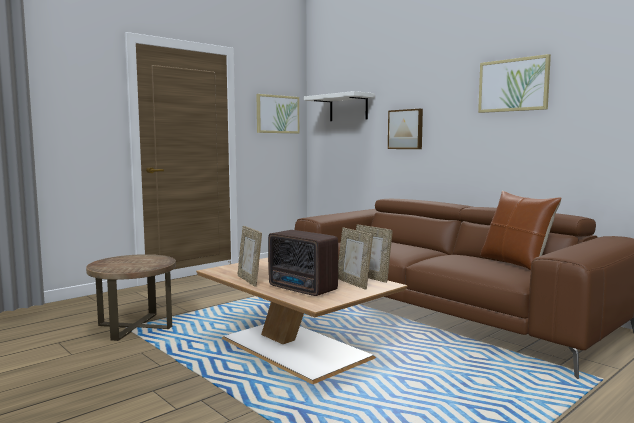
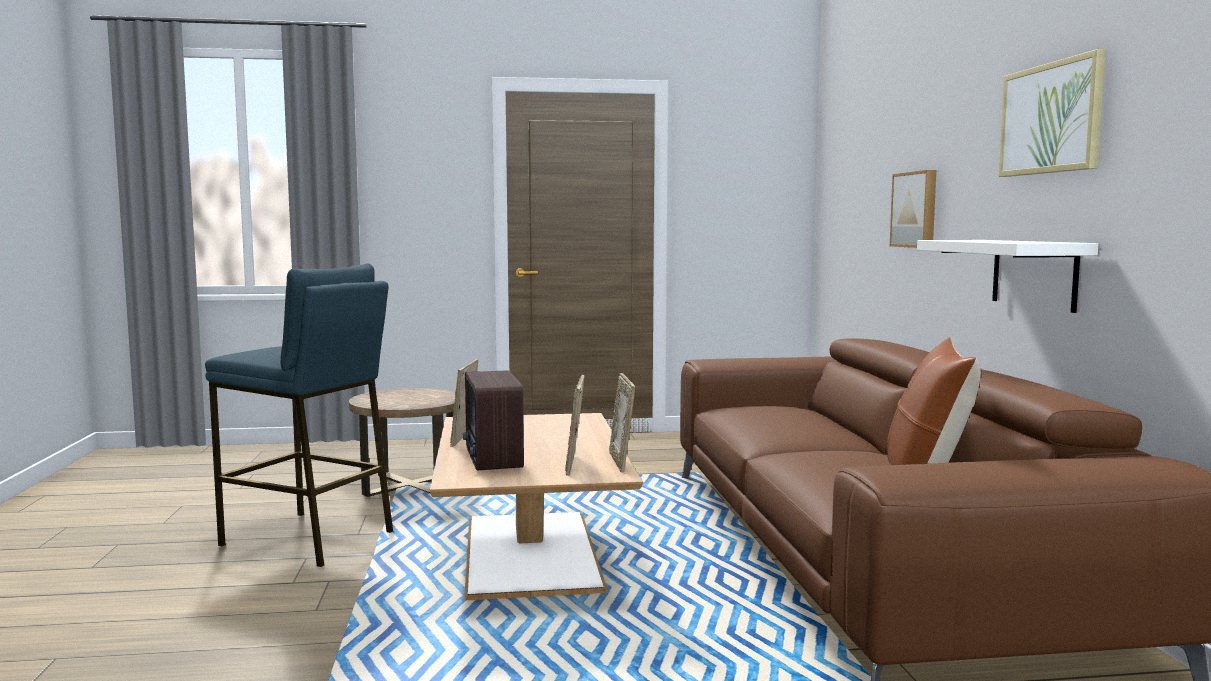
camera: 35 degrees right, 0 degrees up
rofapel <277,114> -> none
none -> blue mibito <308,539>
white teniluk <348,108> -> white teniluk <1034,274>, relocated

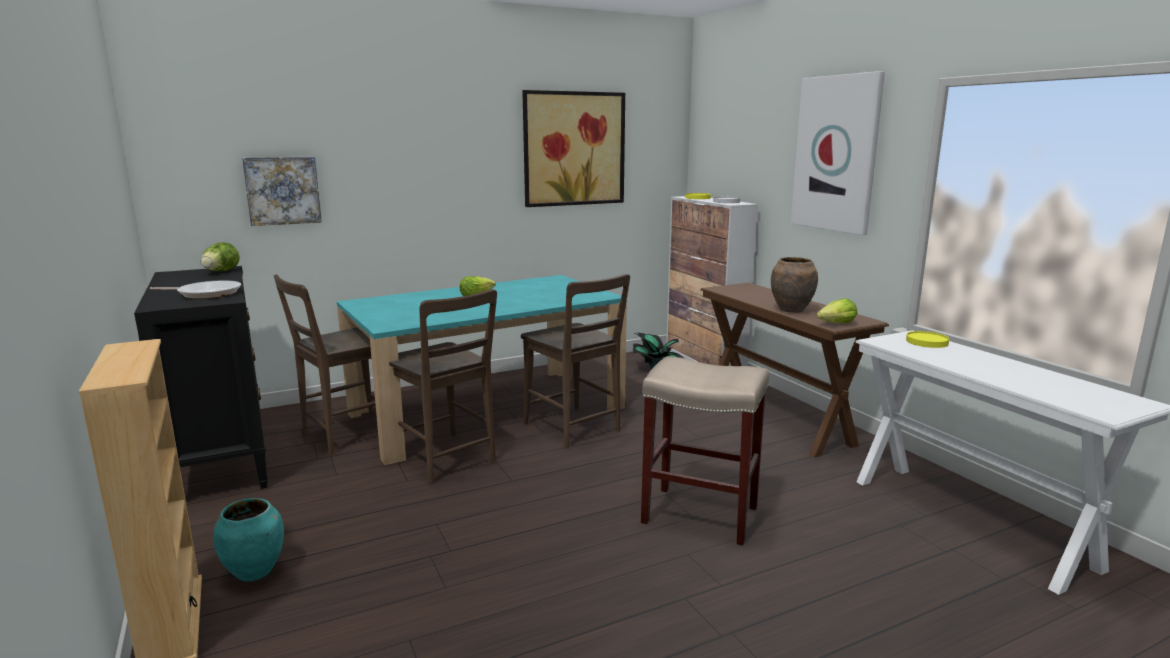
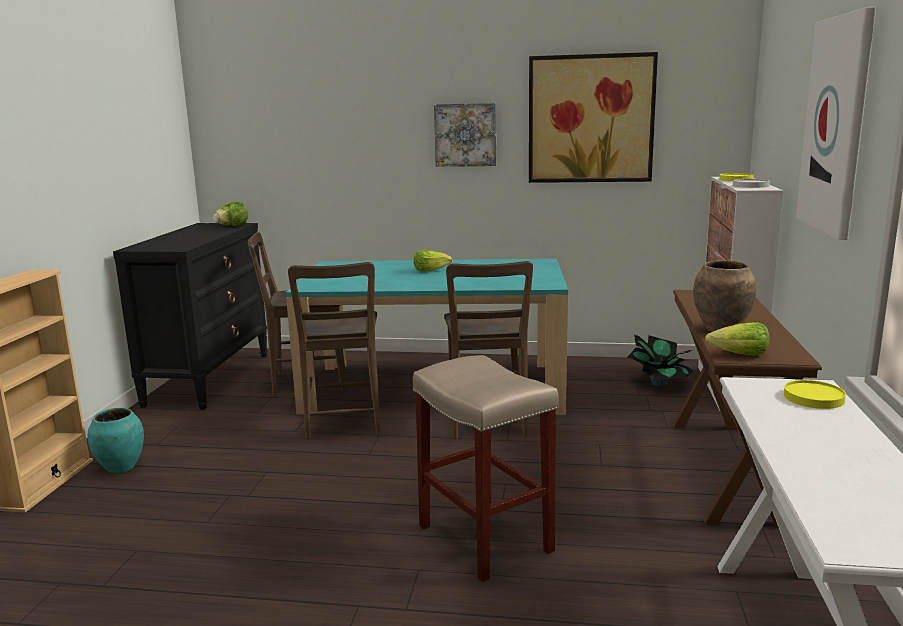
camera: 35 degrees right, 0 degrees up
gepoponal <206,293> -> none
rofapel <282,190> -> rofapel <465,135>, relocated

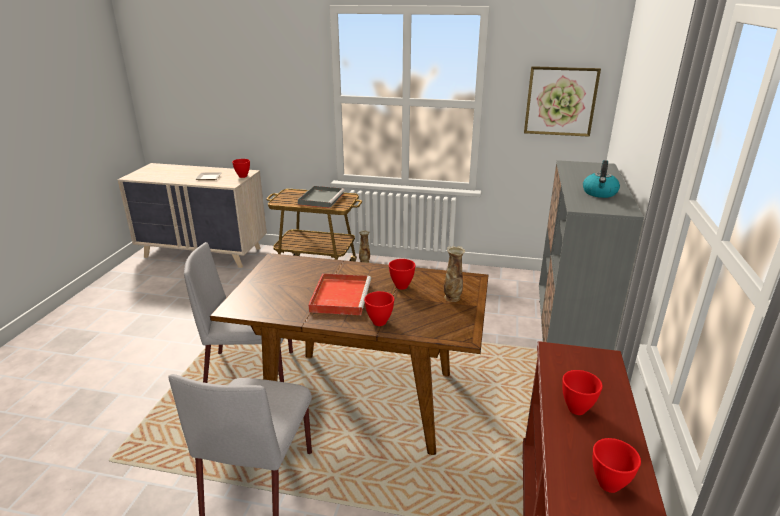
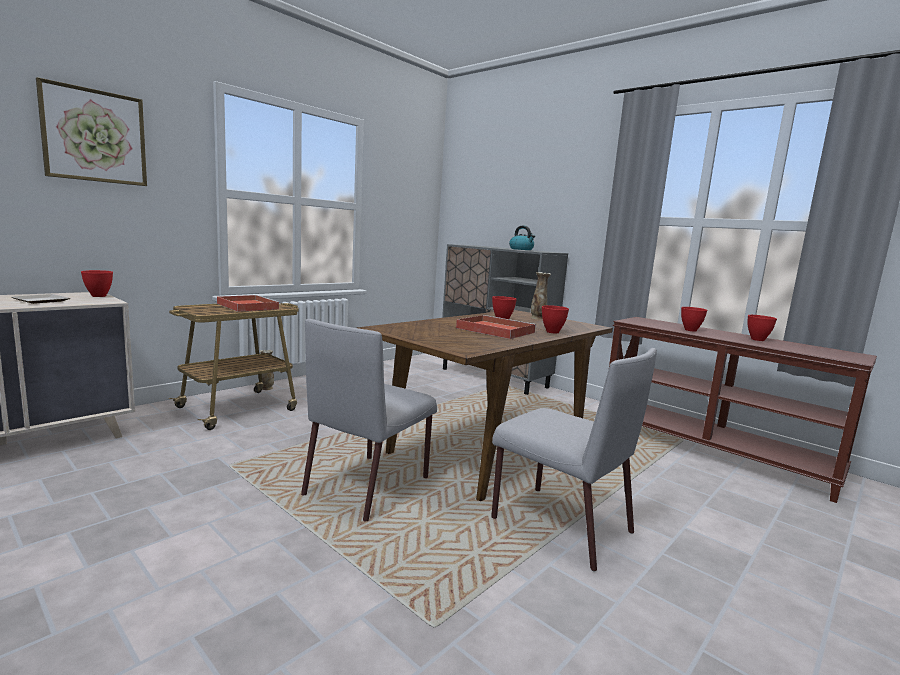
camera: 60 degrees left, 15 degrees down
rofapel <560,101> -> rofapel <95,136>, relocated
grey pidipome <321,198> -> red pidipome <247,306>

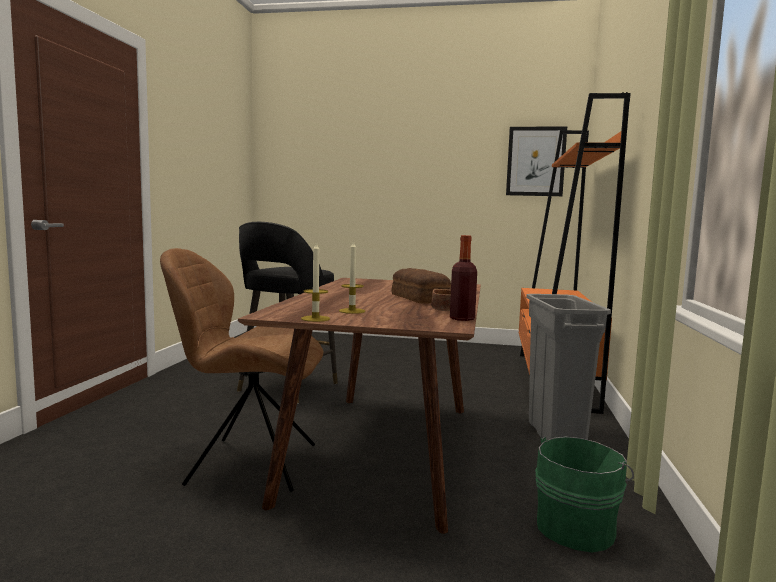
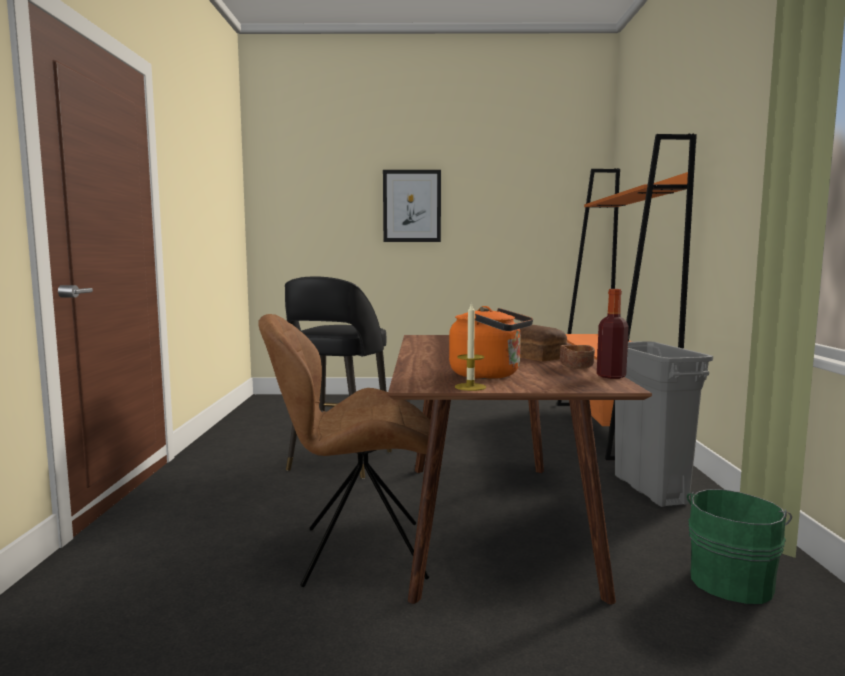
camera: 10 degrees left, 0 degrees up
rofapel <535,161> -> rofapel <412,206>, relocated
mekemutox <352,311> -> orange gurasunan <489,375>

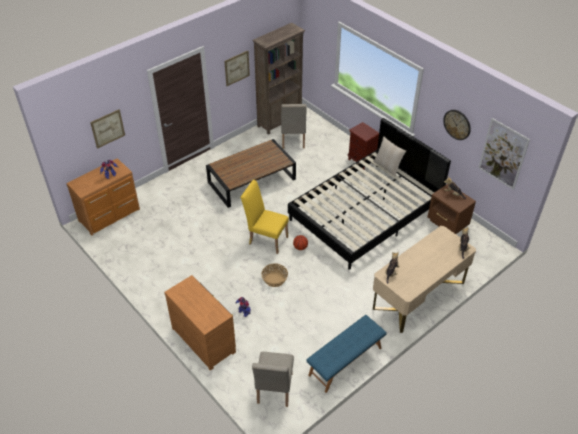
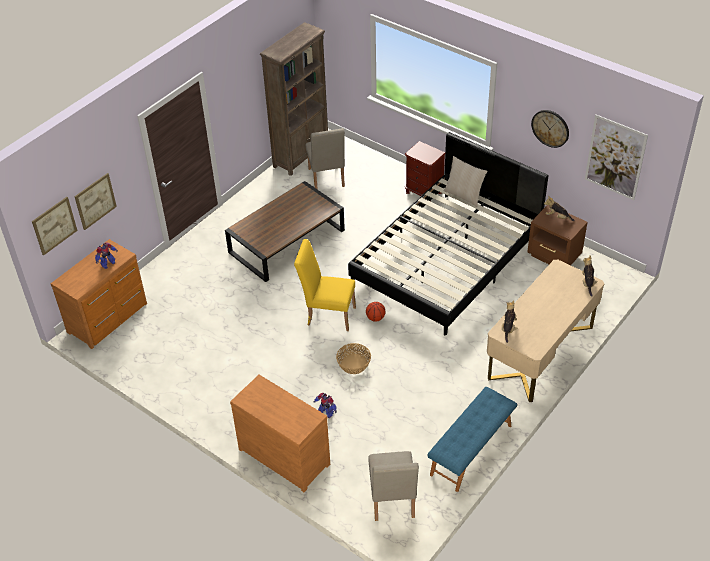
camera: 10 degrees left, 0 degrees up
rofapel <237,68> -> rofapel <54,225>, relocated

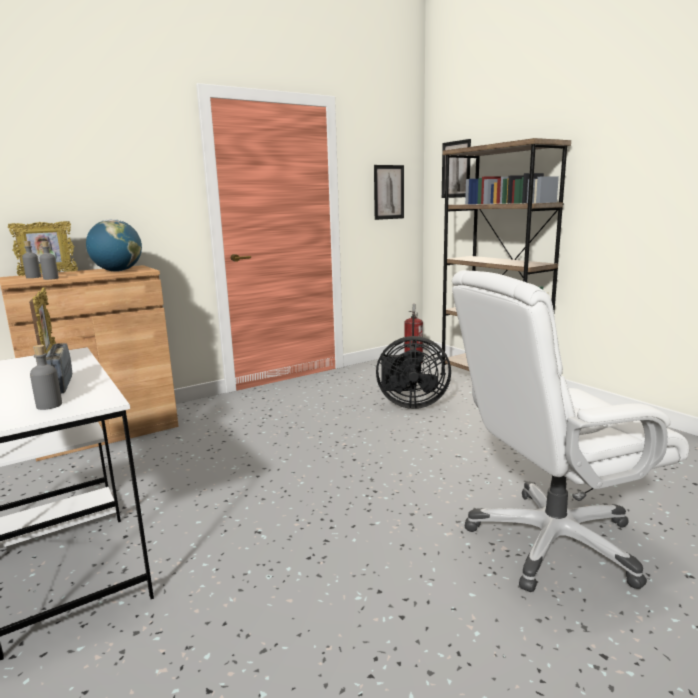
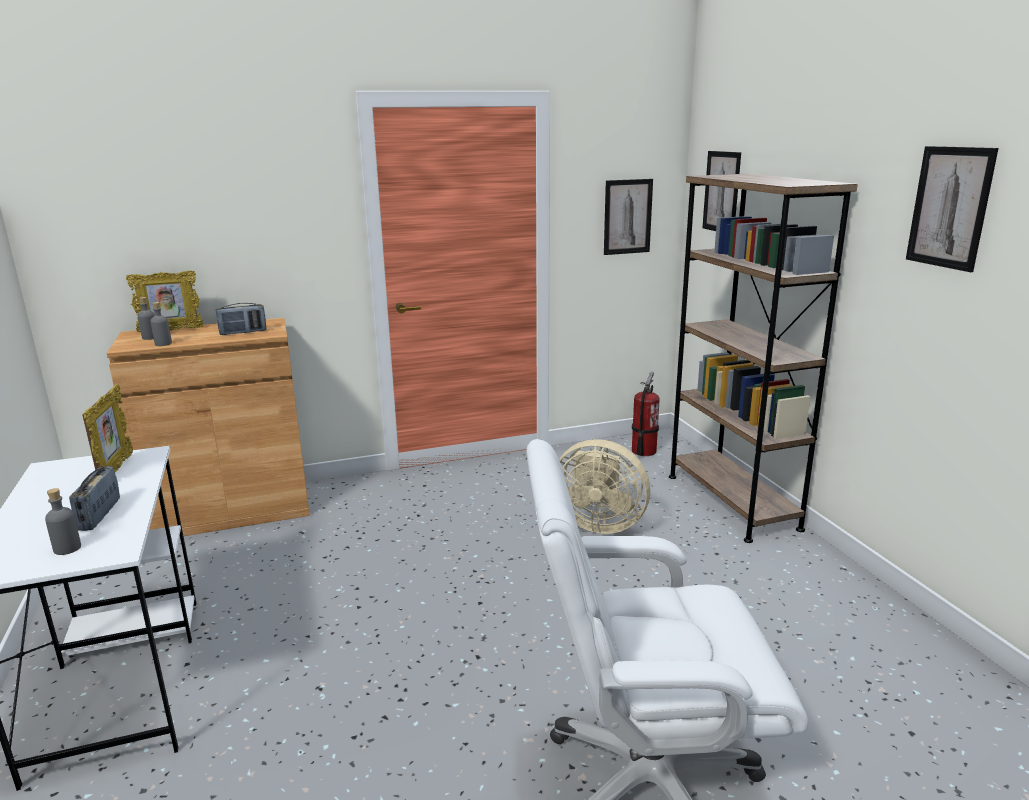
camera: 15 degrees right, 5 degrees up
none -> rofapel <949,207>
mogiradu <118,271> -> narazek <243,332>
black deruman <410,404> -> beige deruman <598,523>

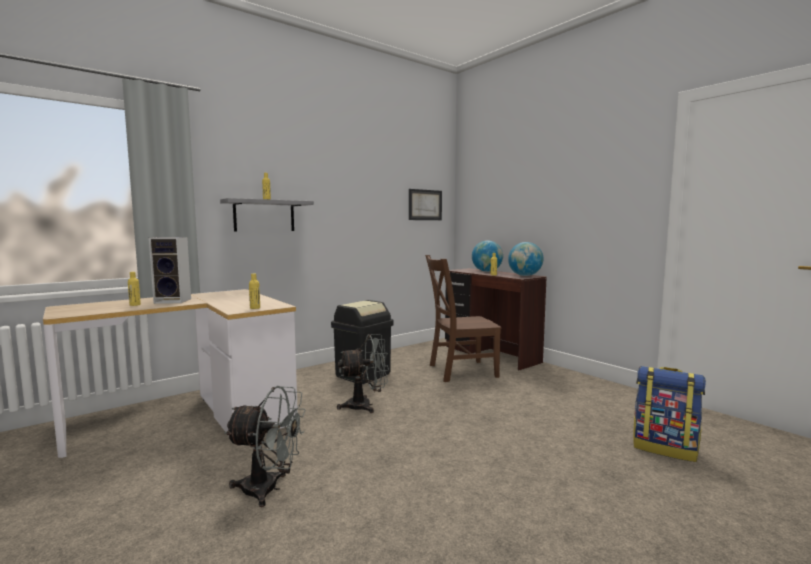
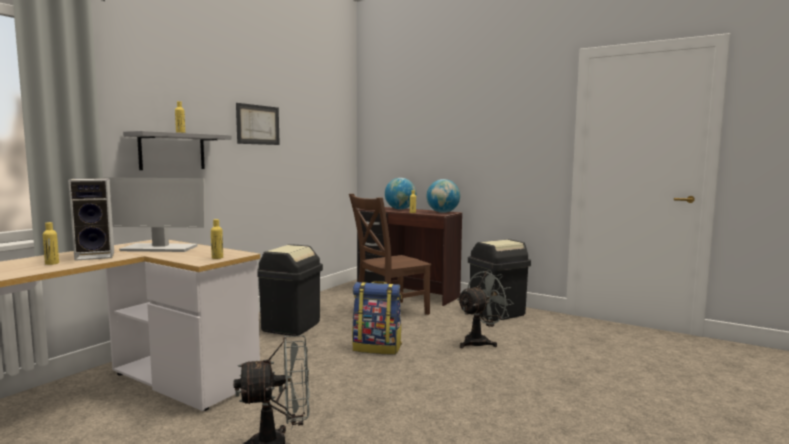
camera: 20 degrees left, 0 degrees up
none -> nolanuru <158,248>
none -> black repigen <497,313>
grey deruman <365,405> -> grey deruman <480,341>, relocated
rofapel <425,205> -> rofapel <258,124>, relocated
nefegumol <665,448> -> nefegumol <377,348>, relocated

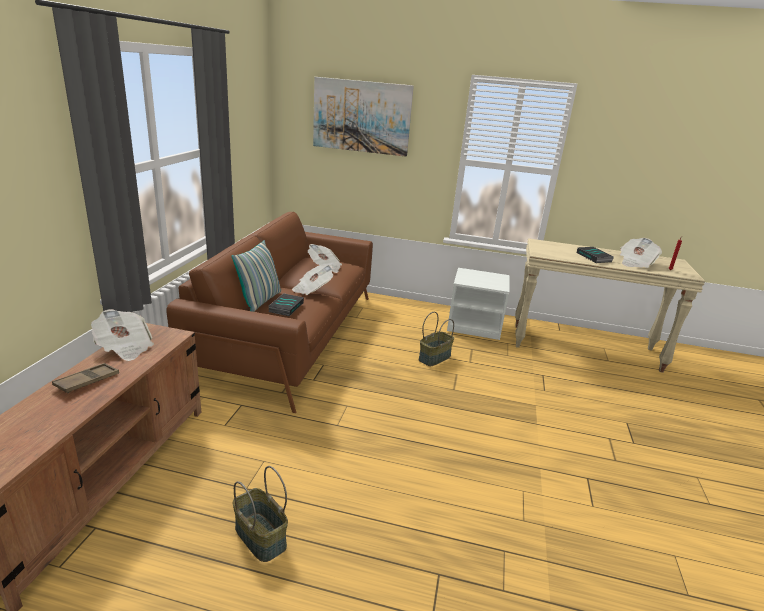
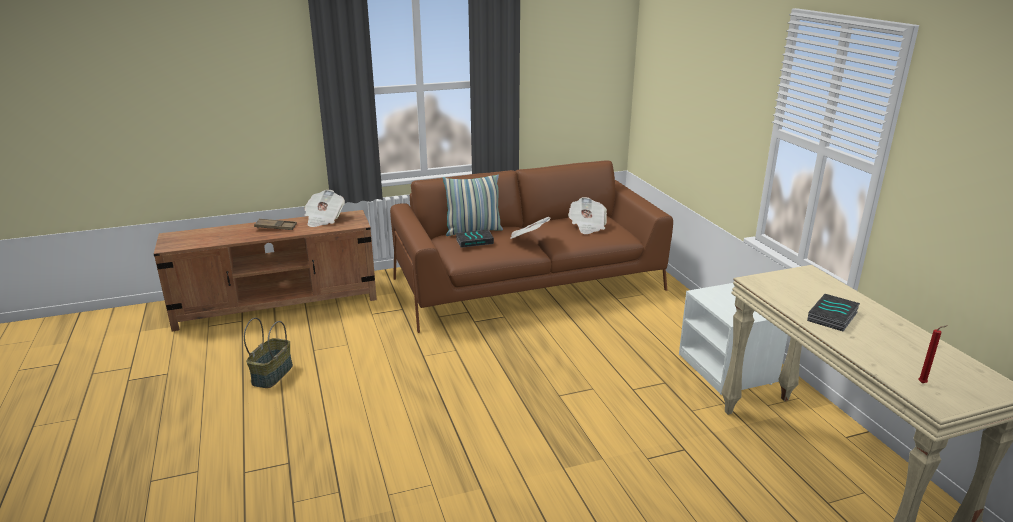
camera: 60 degrees right, 0 degrees up
rofapel <361,116> -> none
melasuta <434,357> -> none
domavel <635,263> -> none

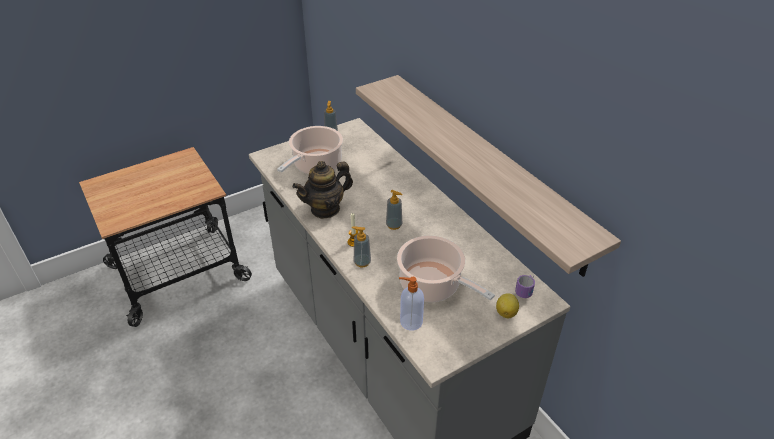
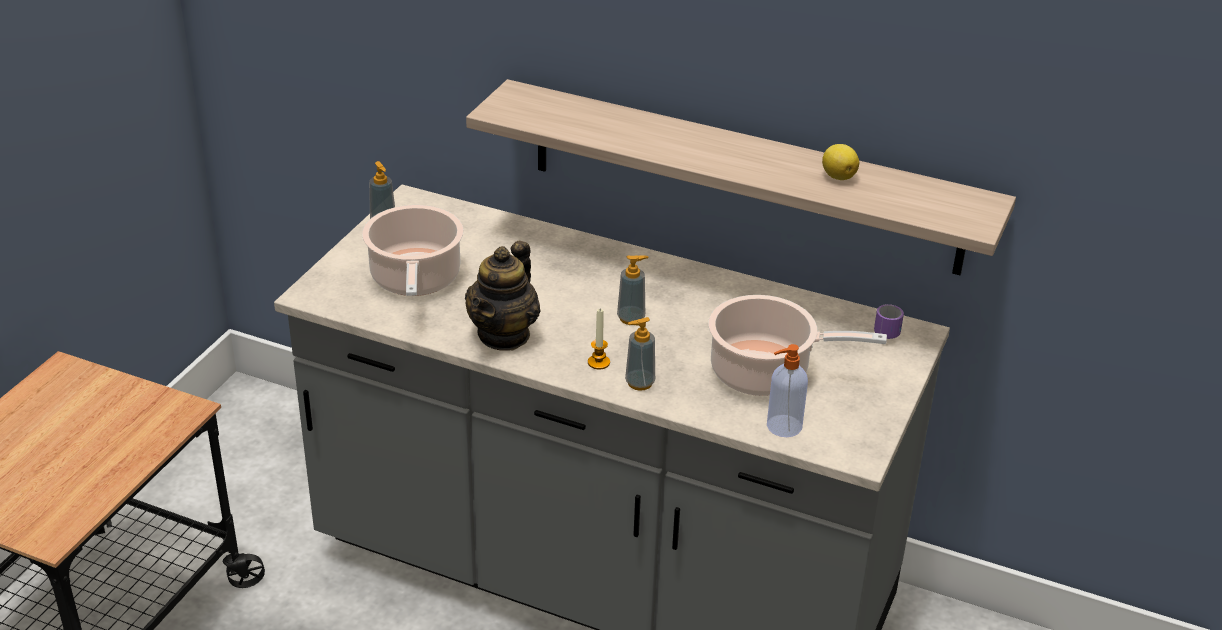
camera: 35 degrees left, 5 degrees down
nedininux <506,312> -> nedininux <838,176>, relocated

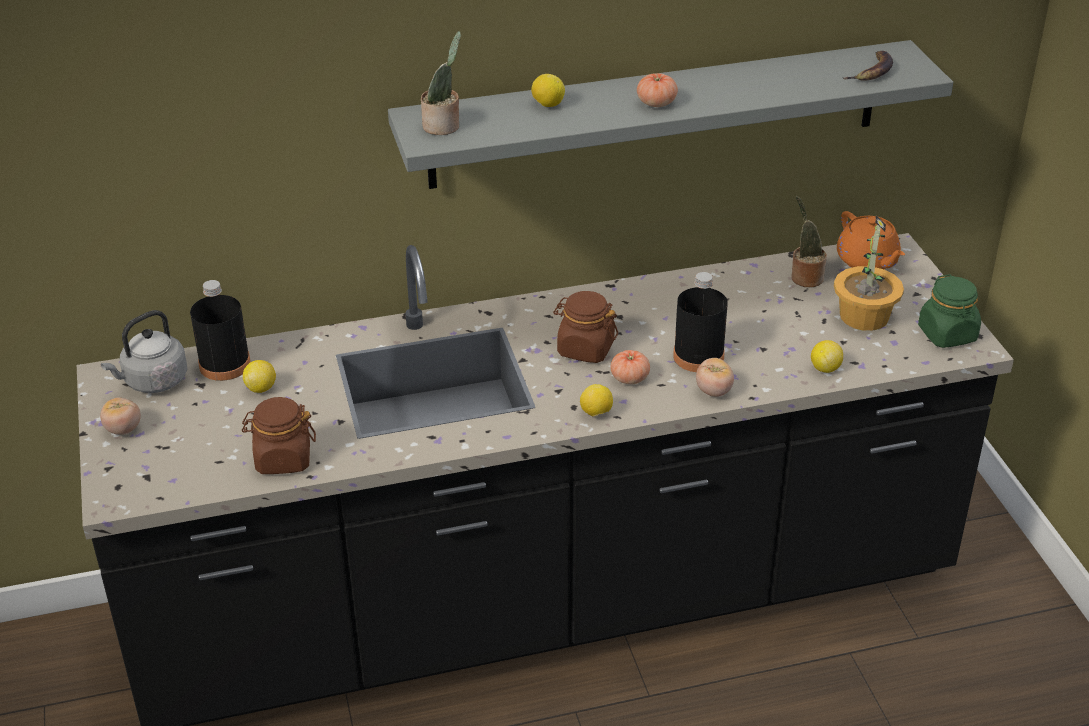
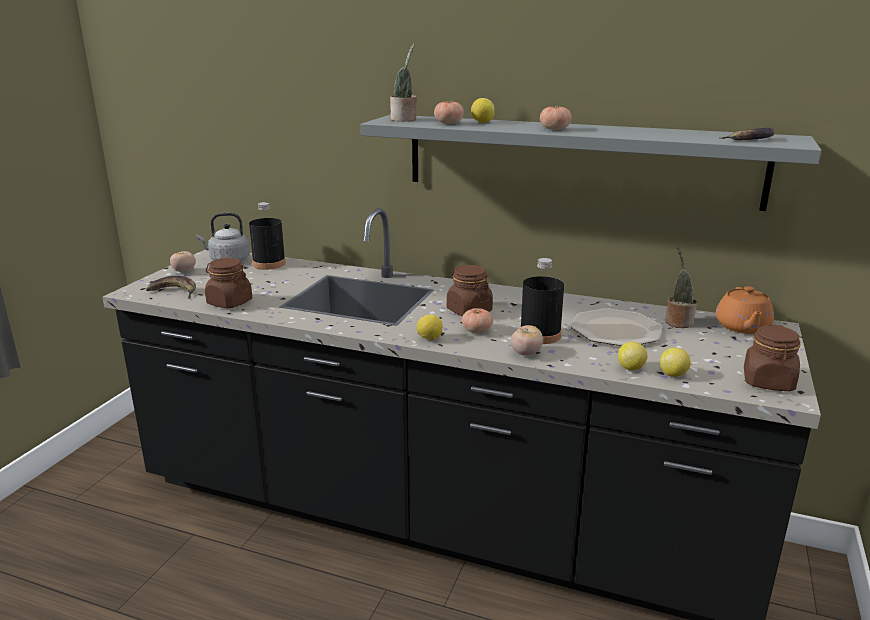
camera: 35 degrees right, 15 degrees down
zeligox <863,316> -> none
none -> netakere <174,291>
none -> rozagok <448,123>
none -> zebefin <616,329>
nedininux <261,388> -> nedininux <673,374>, relocated
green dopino <947,334> -> brown dopino <768,382>

